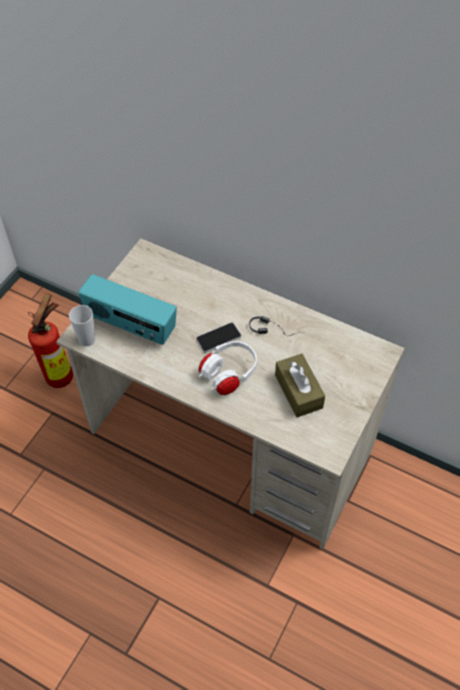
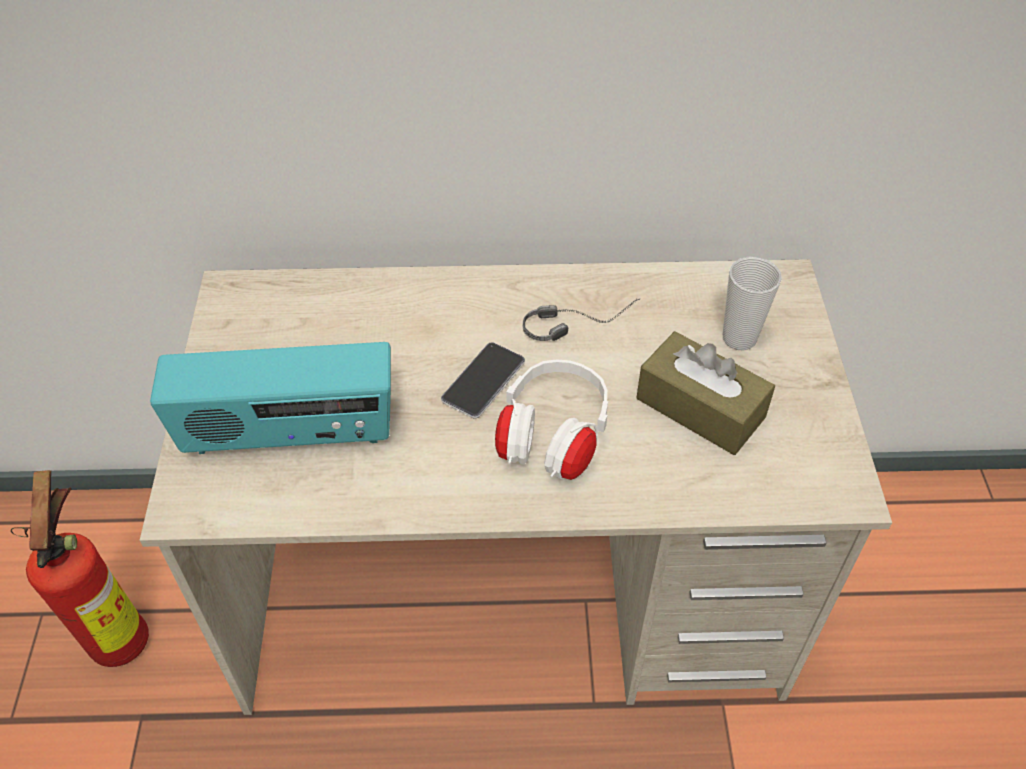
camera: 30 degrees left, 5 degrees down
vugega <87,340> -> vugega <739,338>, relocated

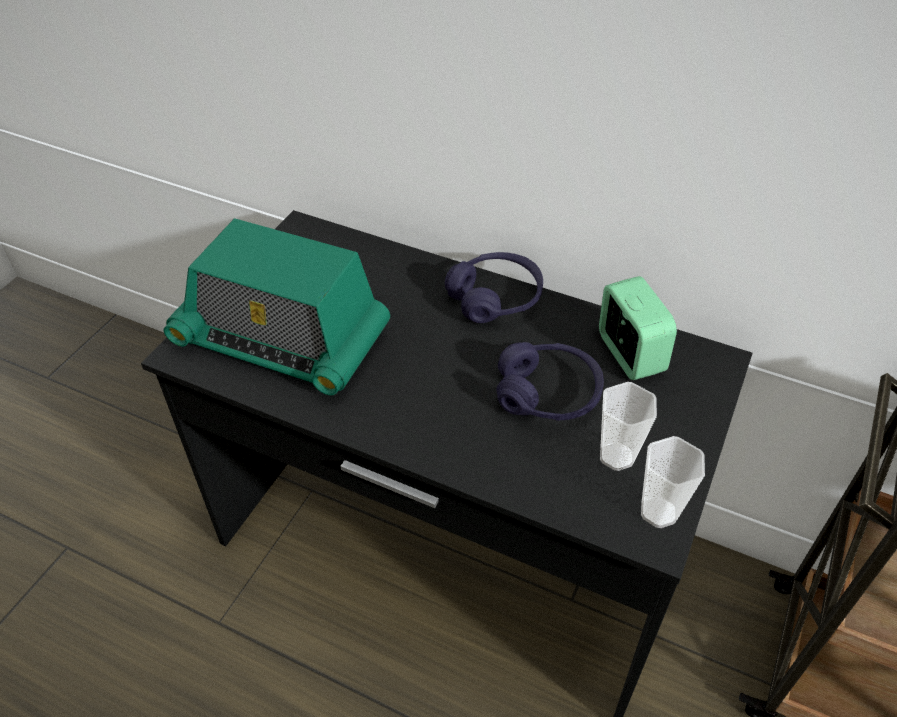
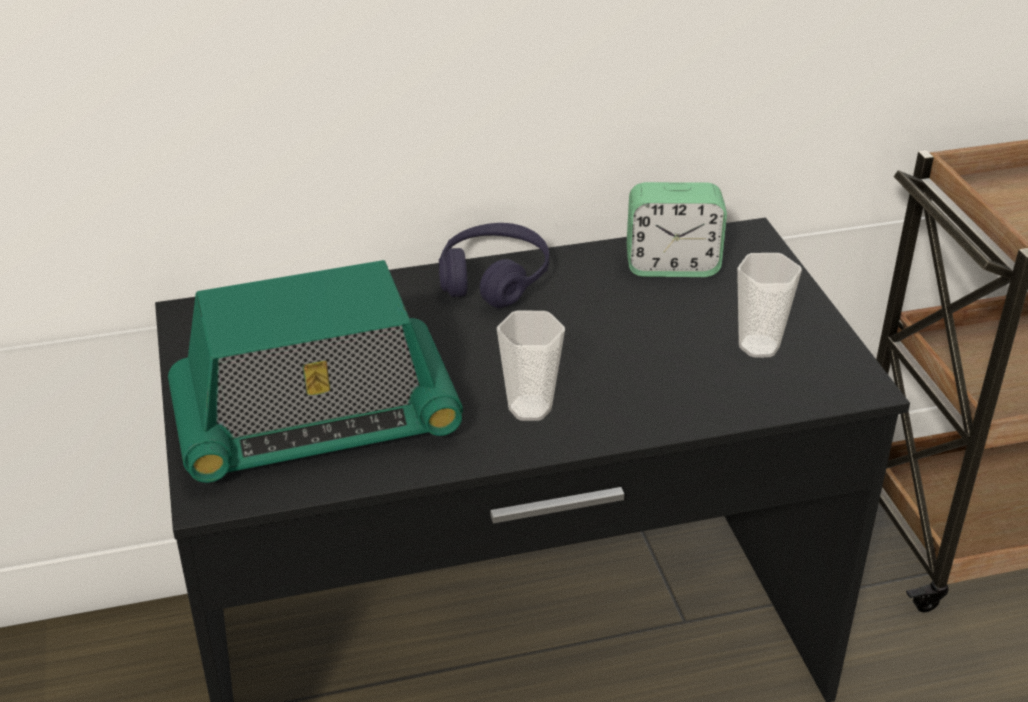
camera: 40 degrees left, 10 degrees down
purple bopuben <548,394> -> none
vugega <658,512> -> vugega <530,408>, relocated
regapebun <629,354> -> regapebun <672,266>, 150 degrees clockwise

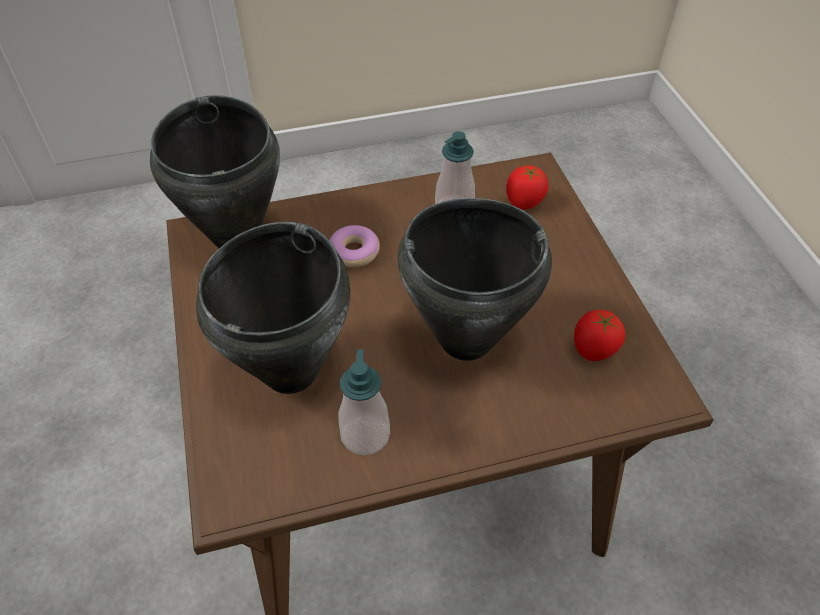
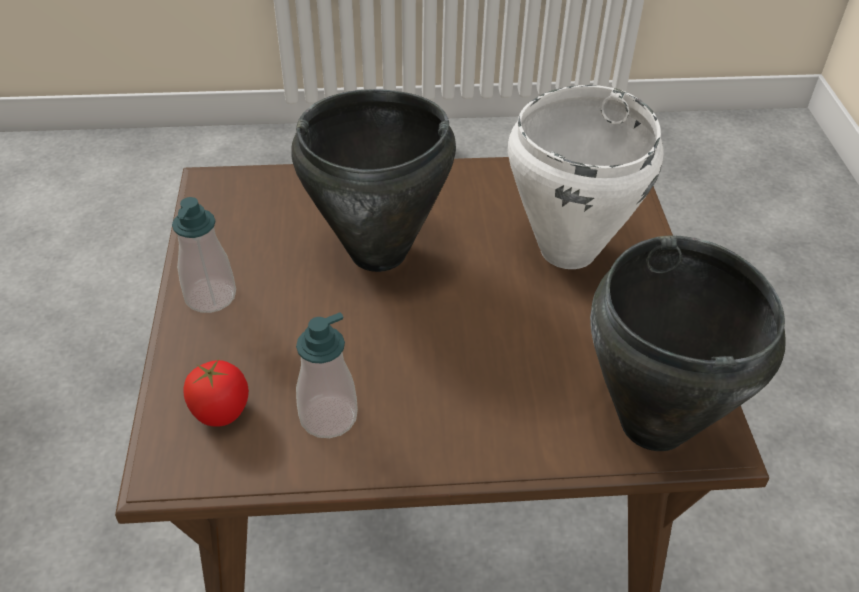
camera: 170 degrees left, 5 degrees down
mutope <354,252> -> none
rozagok <593,350> -> none
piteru <365,434> -> piteru <210,296>, relocated
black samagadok <292,371> -> white samagadok <566,250>

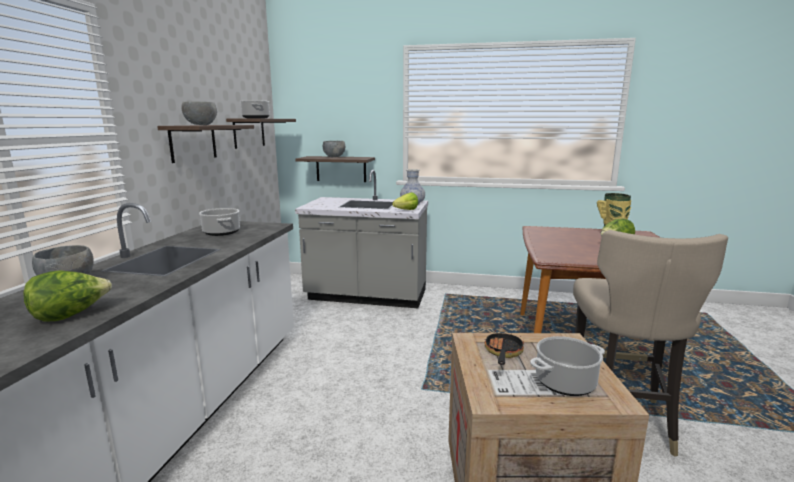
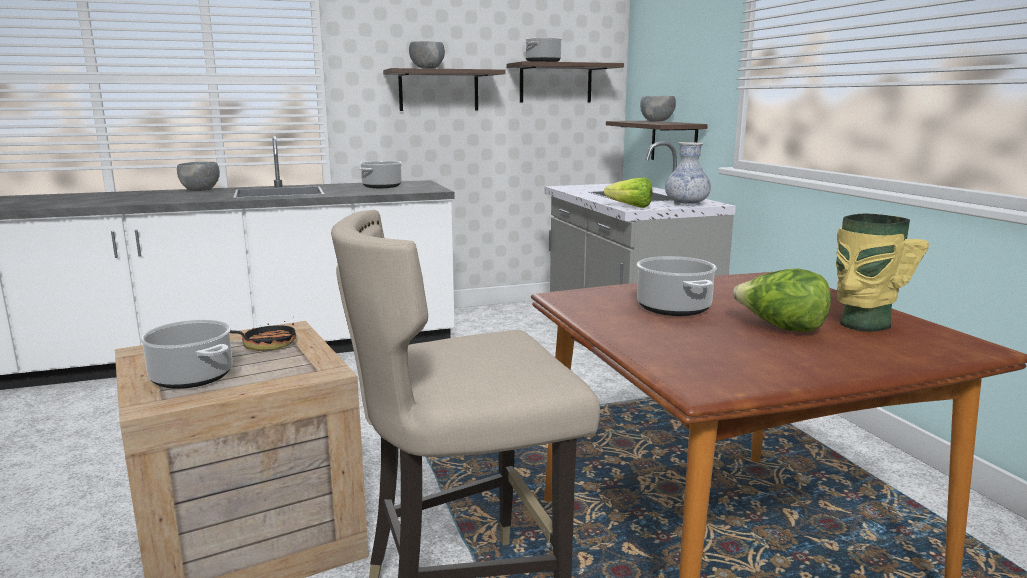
camera: 60 degrees right, 0 degrees up
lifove <71,315> -> none
none -> samagadok <672,308>

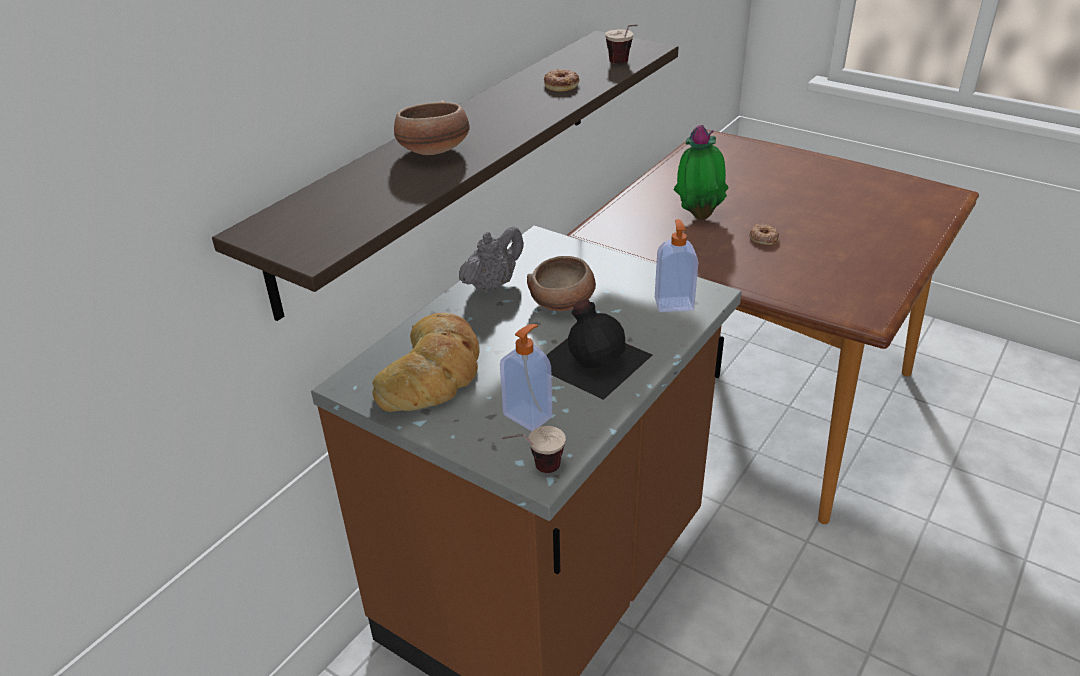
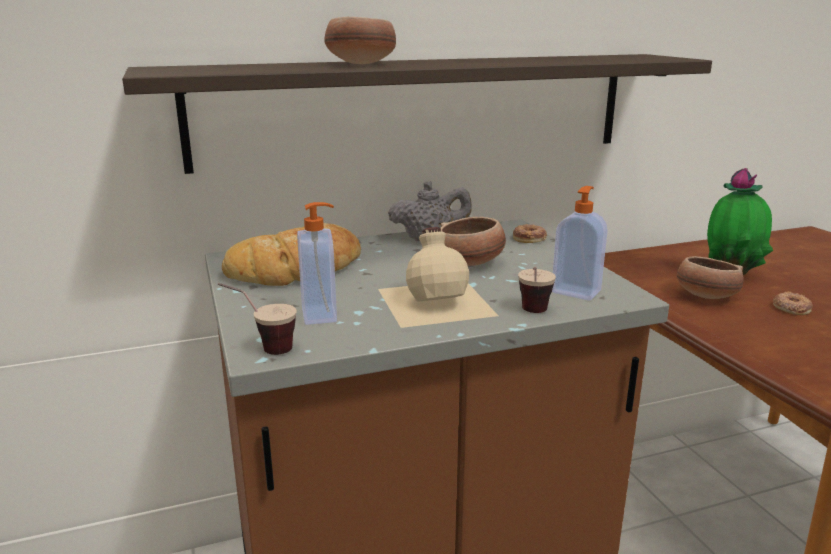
camera: 35 degrees right, 15 degrees down
none -> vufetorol <705,296>
mutope <561,84> -> mutope <529,238>, relocated
vugega <623,65> -> vugega <533,315>, relocated
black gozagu <592,359> -> beige gozagu <436,301>

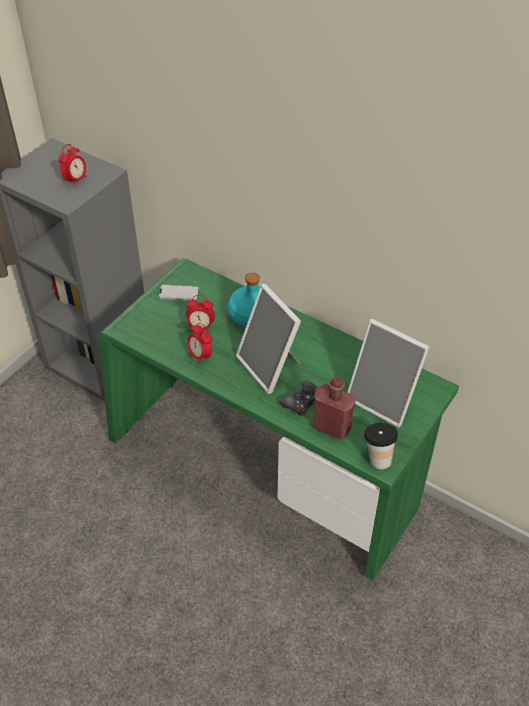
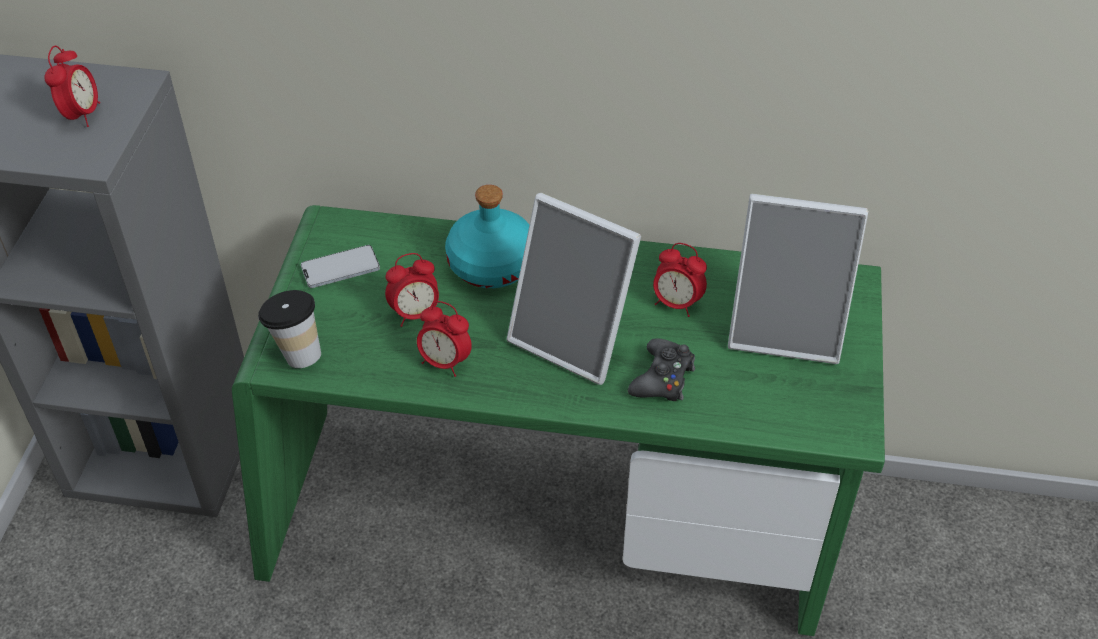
camera: 25 degrees left, 0 degrees up
red gozagu <332,427> -> none
none -> regapebun <676,303>
vugega <377,457> -> vugega <297,353>, relocated

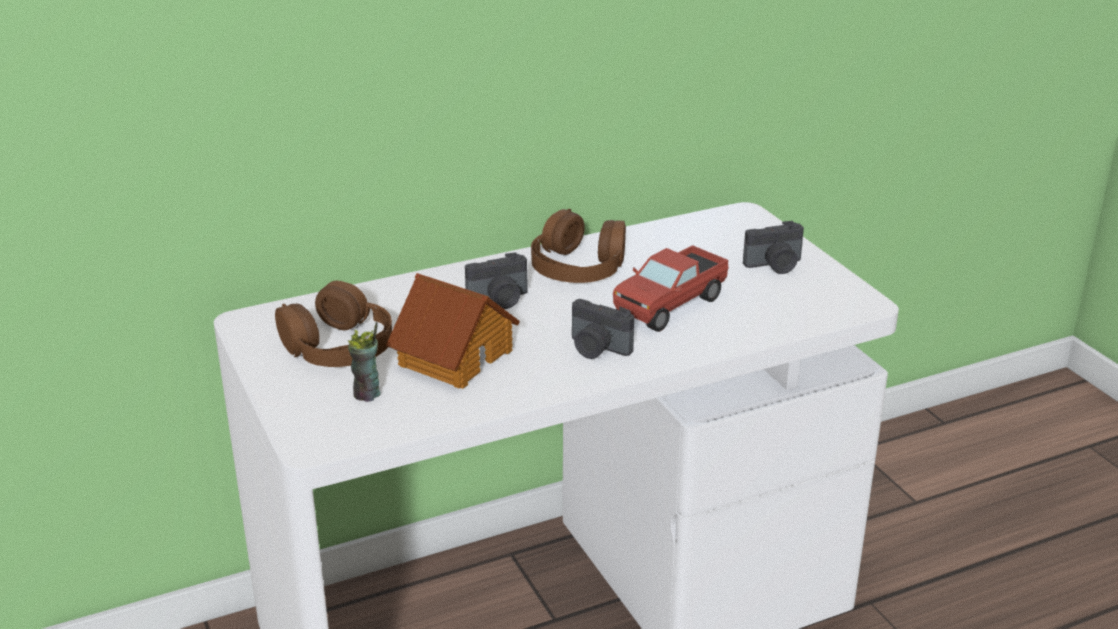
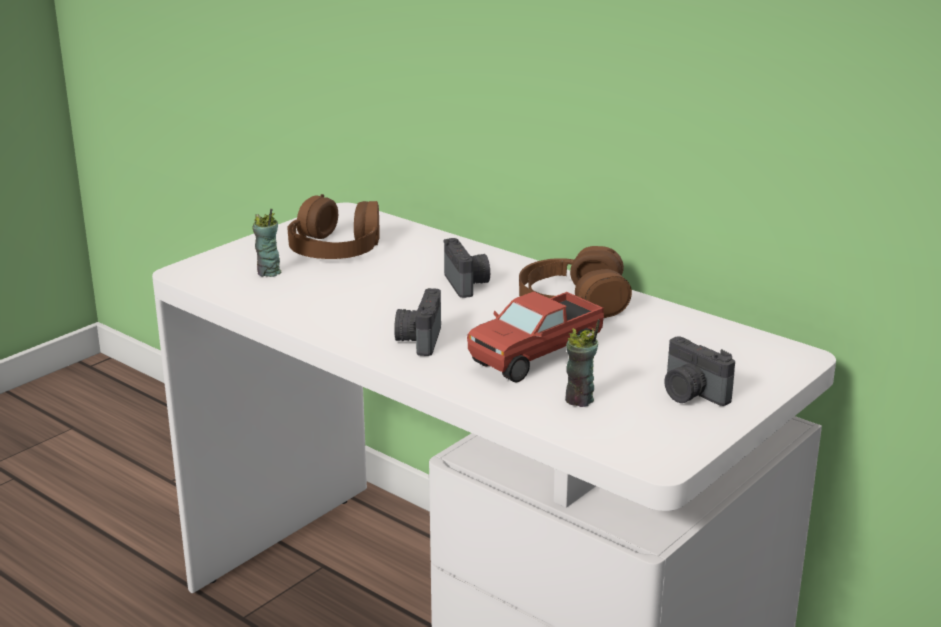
camera: 65 degrees right, 5 degrees down
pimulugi <454,357> -> none
none -> vugega <579,400>
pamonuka <499,300> -> pamonuka <467,284>, 150 degrees counterclockwise
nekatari <670,306> -> nekatari <536,357>, 60 degrees counterclockwise

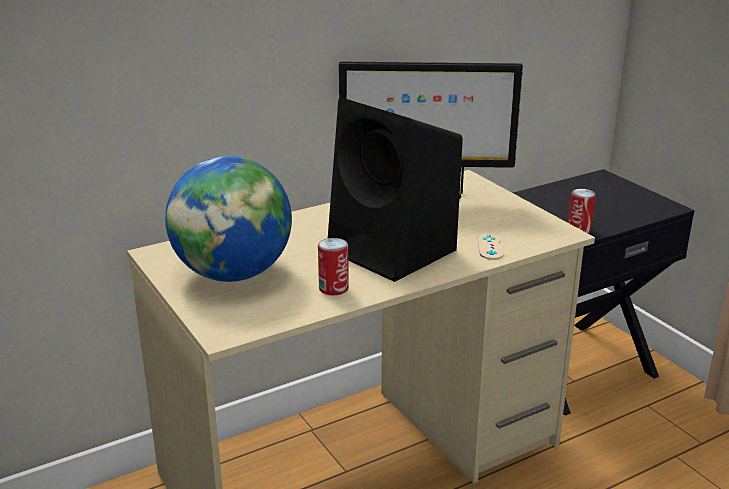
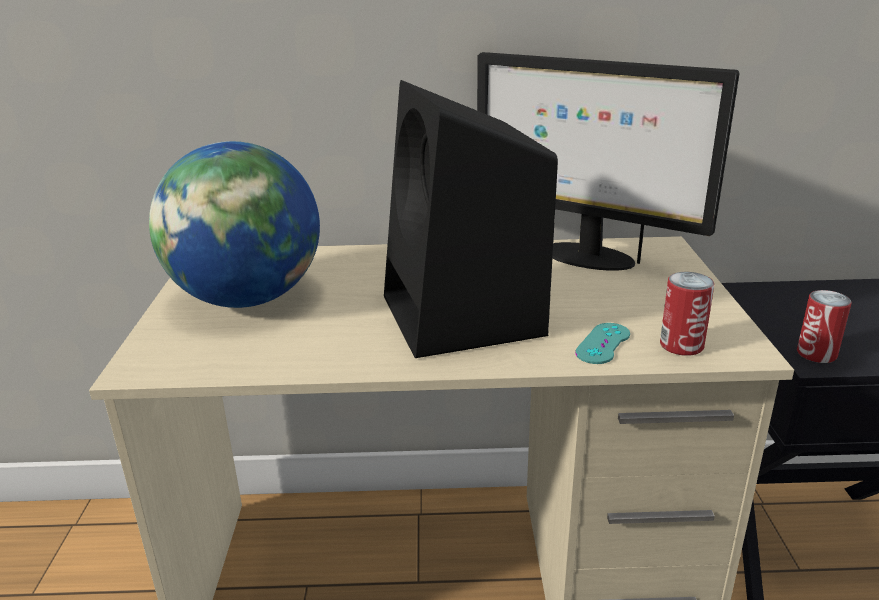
camera: 30 degrees right, 0 degrees up
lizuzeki <333,288> -> lizuzeki <681,345>, relocated
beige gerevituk <490,247> -> turquoise gerevituk <603,343>

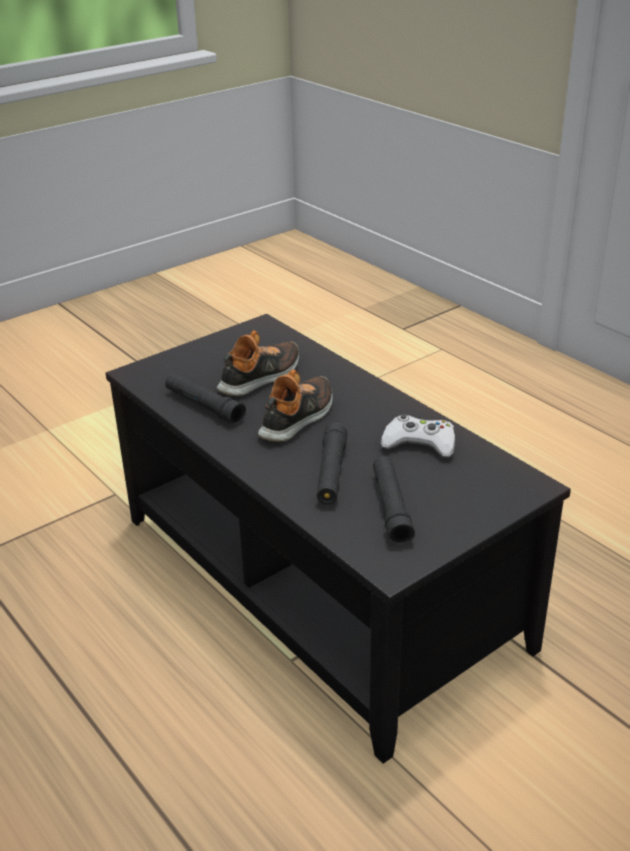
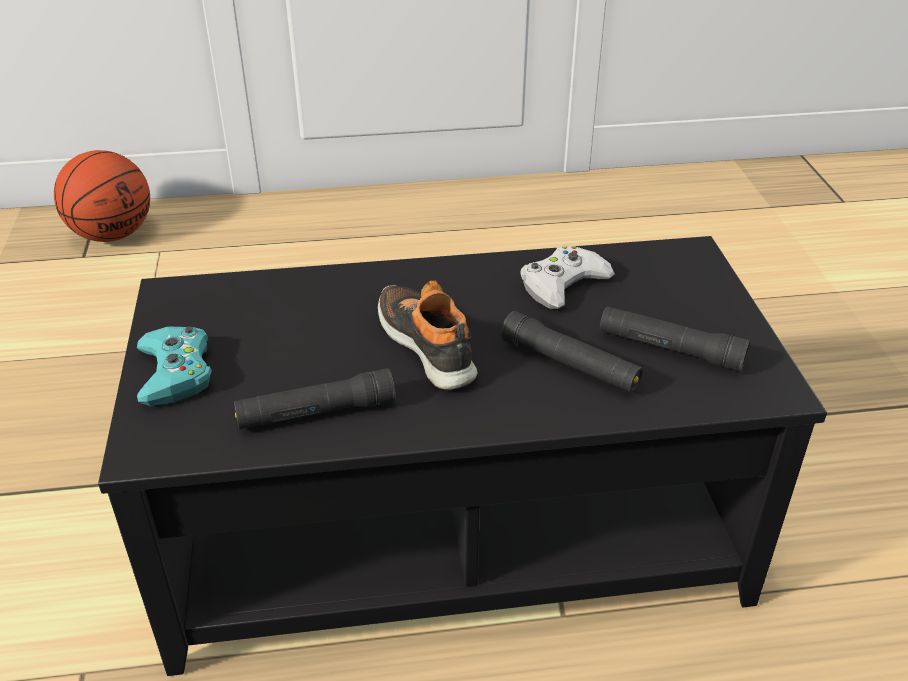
camera: 60 degrees left, 5 degrees up
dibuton <261,377> -> none
none -> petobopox <112,234>
none -> turquoise gerevituk <176,372>

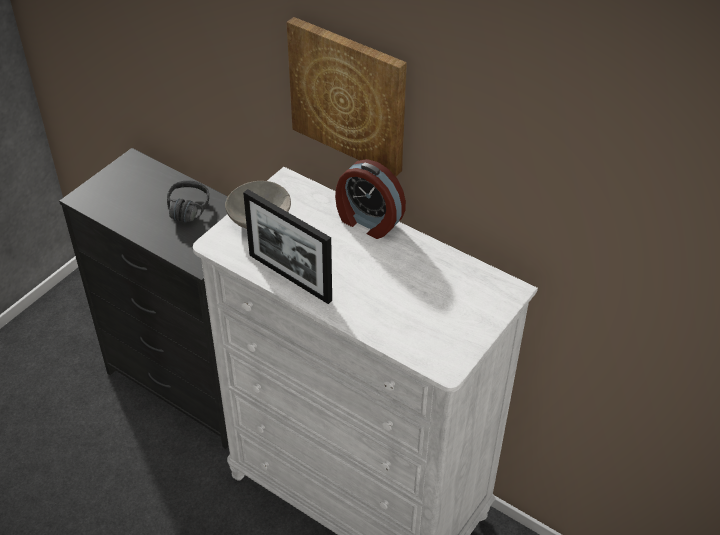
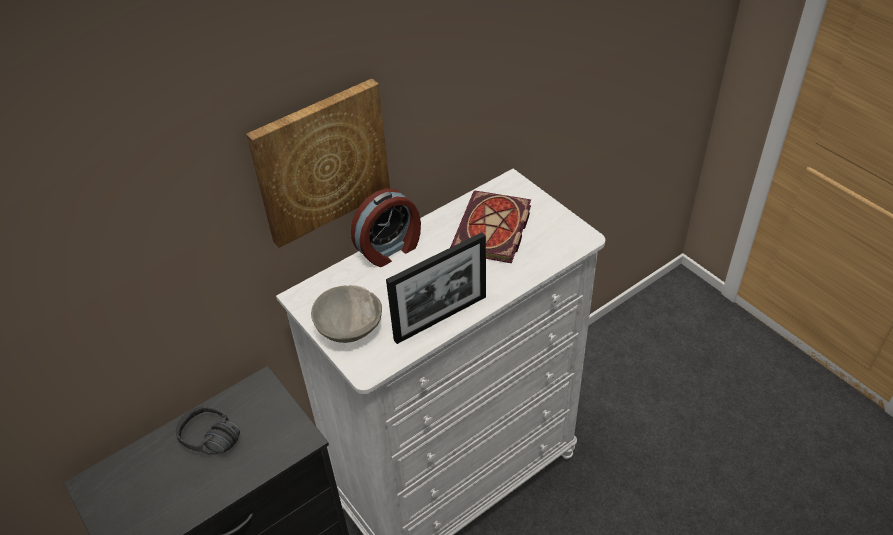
camera: 70 degrees left, 0 degrees up
none -> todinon <493,231>

